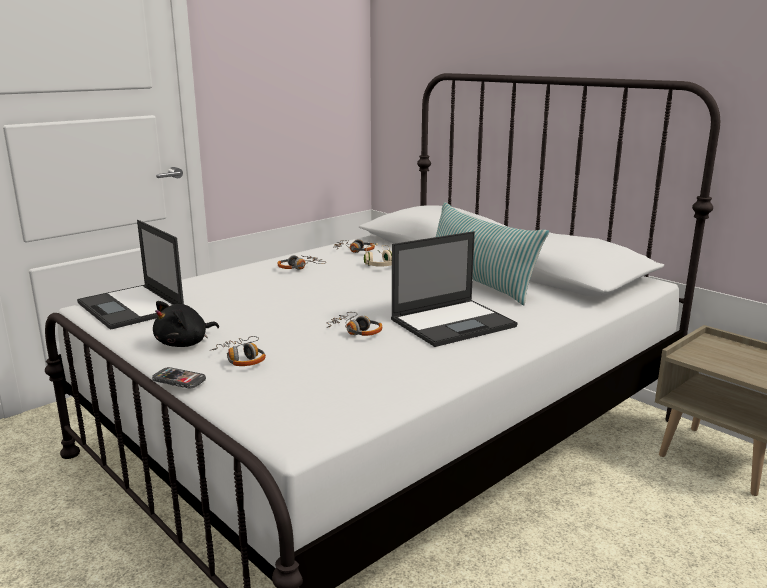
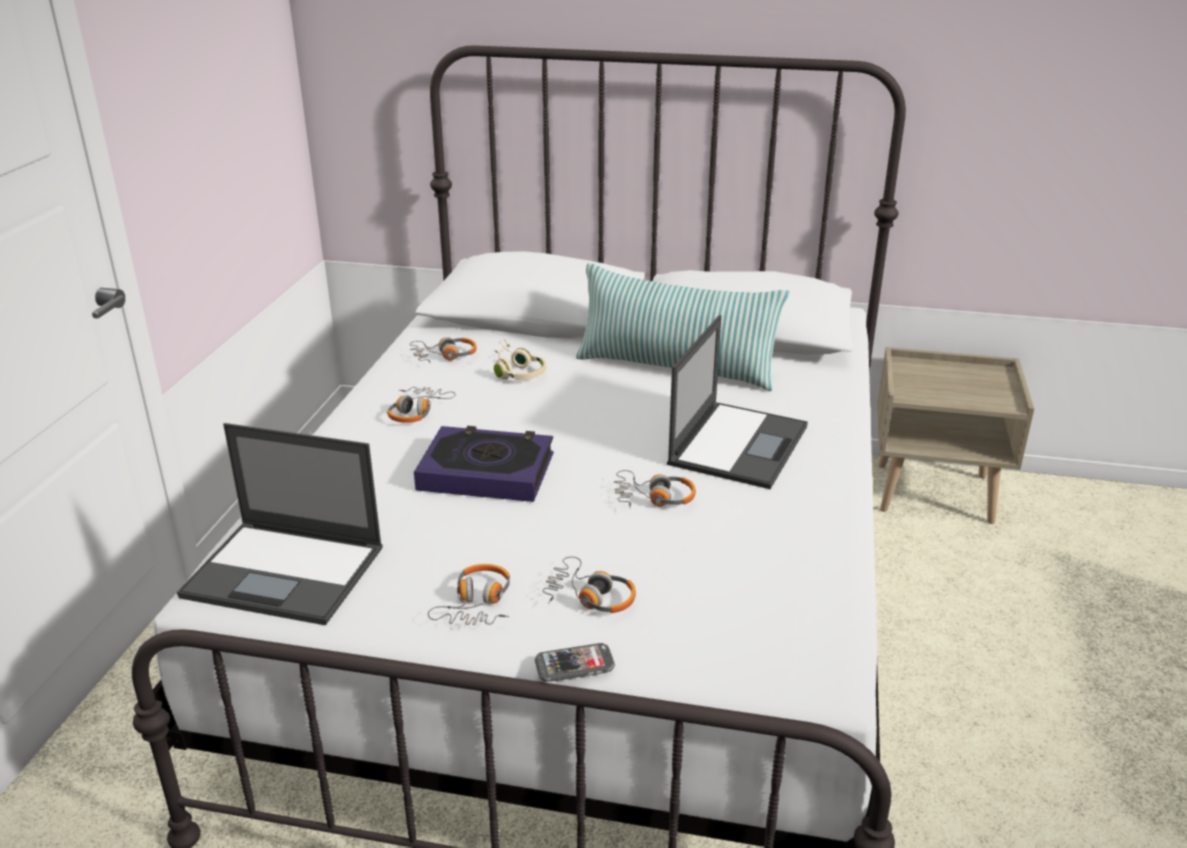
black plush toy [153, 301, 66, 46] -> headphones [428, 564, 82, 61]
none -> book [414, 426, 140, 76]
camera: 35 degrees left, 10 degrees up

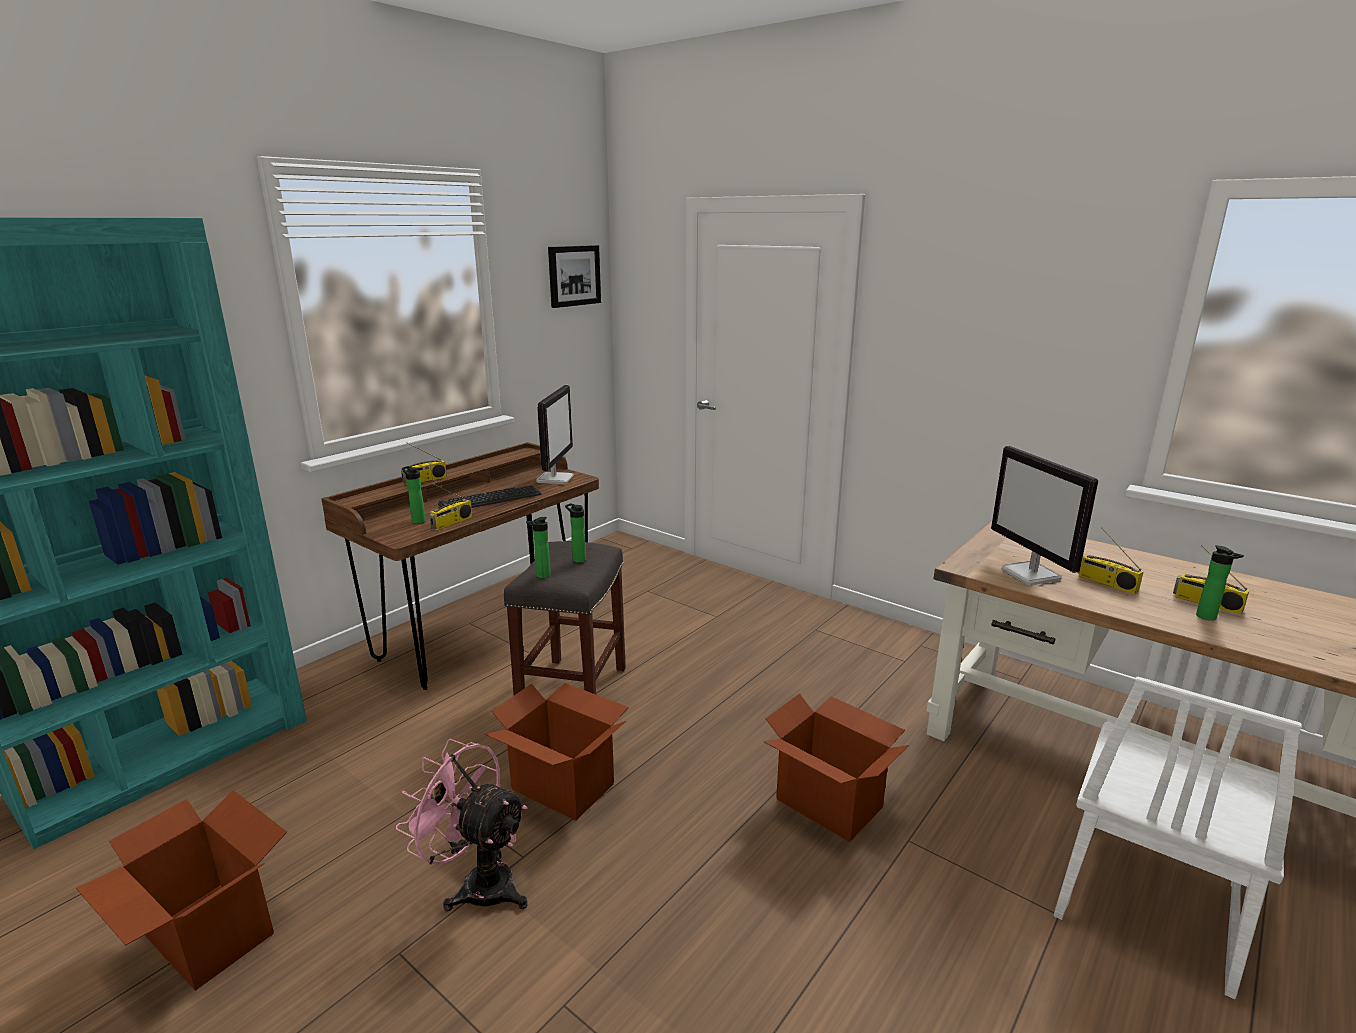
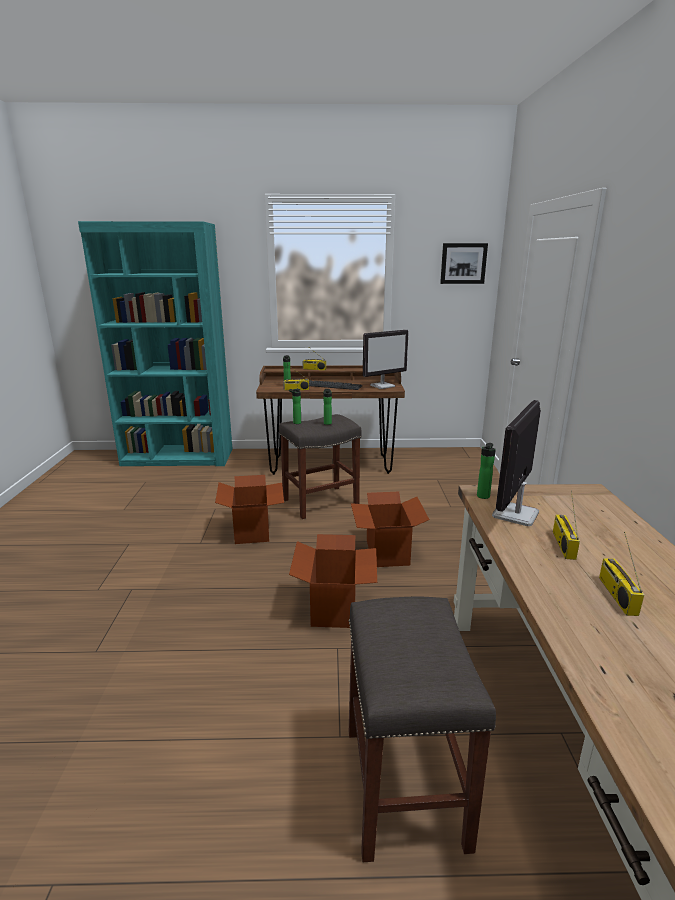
cardboard box [76, 790, 211, 201] -> cardboard box [351, 492, 79, 75], shifted
pink fan [396, 739, 132, 173] -> none
white chair [1054, 677, 248, 322] -> grey stool [349, 597, 147, 265]
bottle [1196, 545, 48, 76] -> bottle [477, 443, 19, 56], shifted
camera: 50 degrees right, 0 degrees up

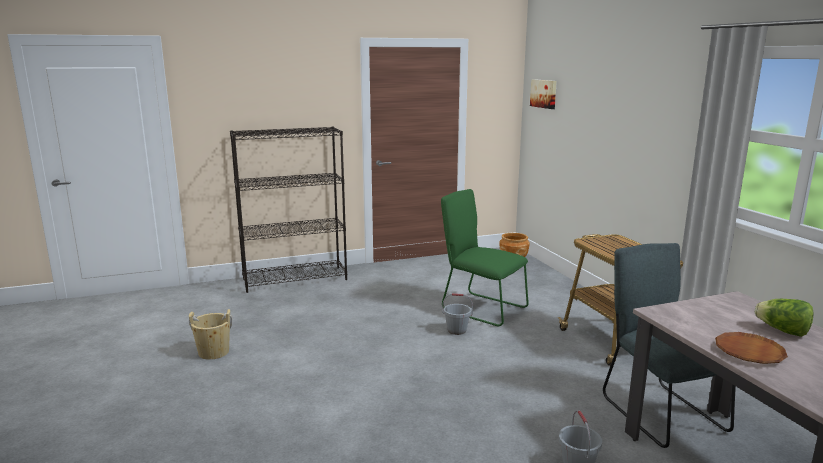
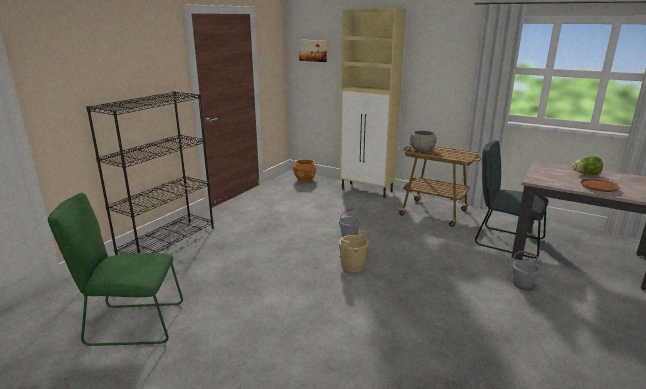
beige bucket [189, 309, 43, 51] -> beige bucket [339, 229, 30, 43], shifted
green chair [441, 189, 88, 137] -> green chair [48, 193, 135, 153], shifted
none -> beige cabinet [340, 8, 66, 190]
none -> grey bowl [410, 131, 26, 21]
camera: 40 degrees left, 5 degrees up

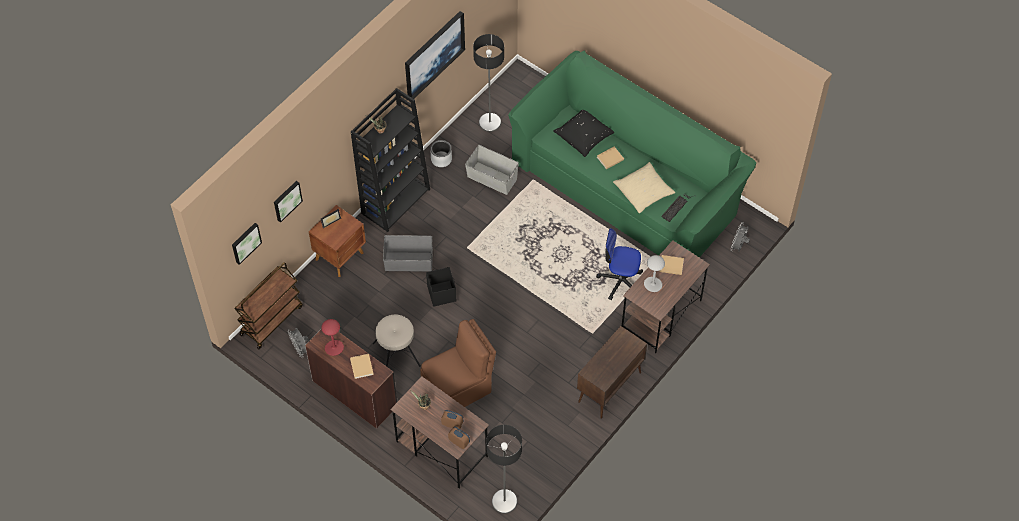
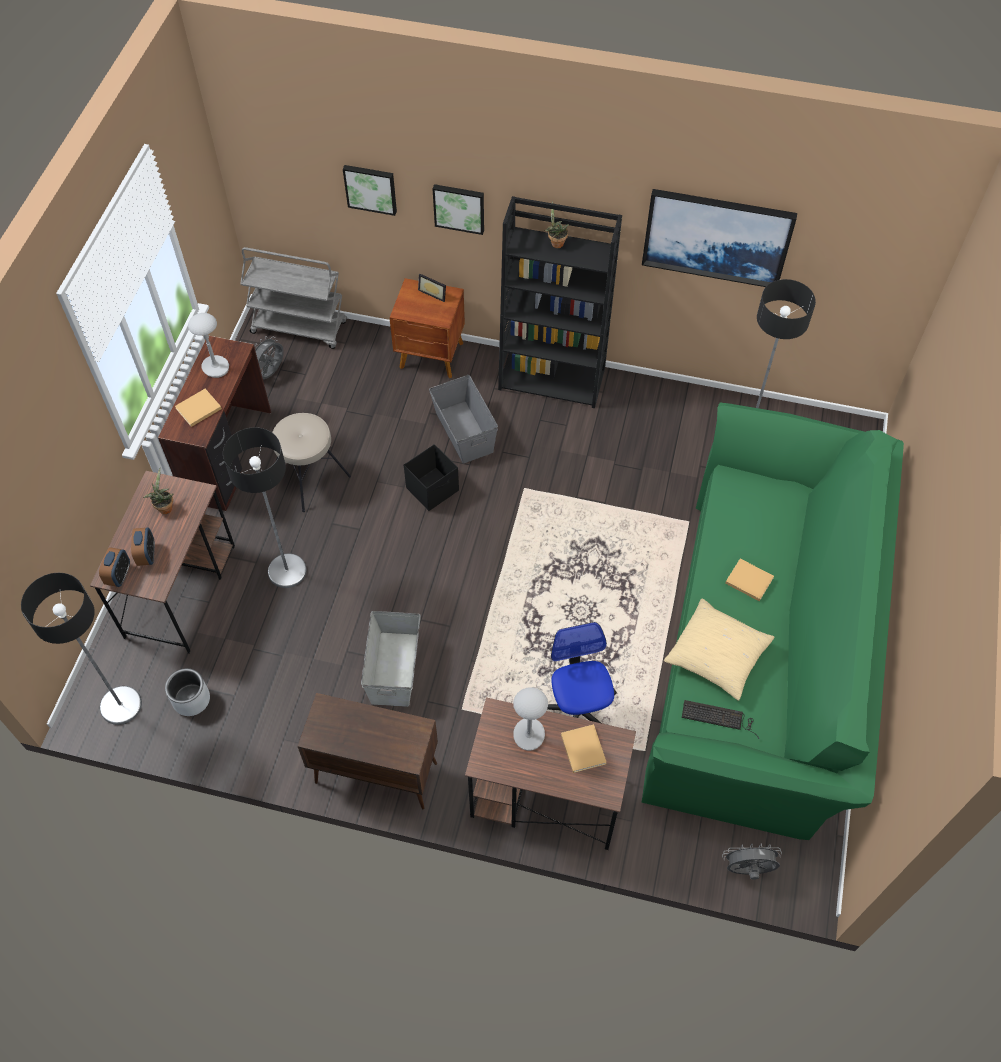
picture [232, 223, 30, 42] -> picture [433, 184, 51, 51], shifted
brown cart [234, 262, 69, 87] -> grey cart [240, 247, 107, 102]
red table lamp [321, 319, 23, 37] -> grey table lamp [188, 313, 41, 65]
brown chair [420, 319, 76, 88] -> floor lamp [223, 427, 84, 161]
grey planter [430, 140, 22, 27] -> grey planter [165, 668, 45, 48], shifted
grey storage box [465, 145, 54, 50] -> grey storage box [361, 611, 60, 96], shifted
black pillow [553, 110, 61, 47] -> none
camera: 65 degrees right, 0 degrees up

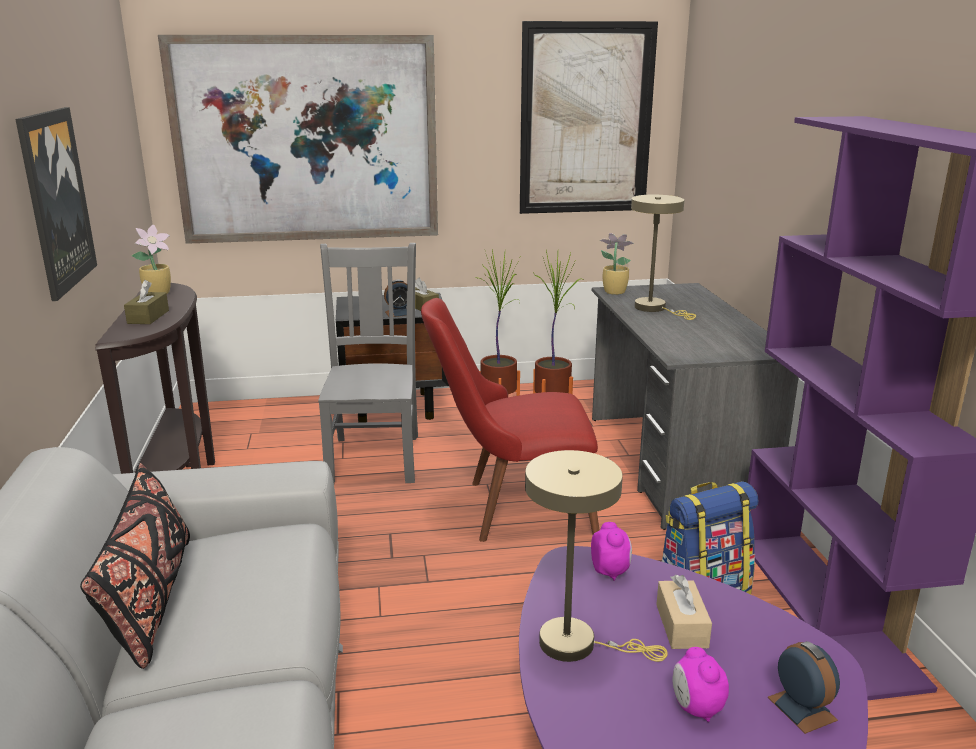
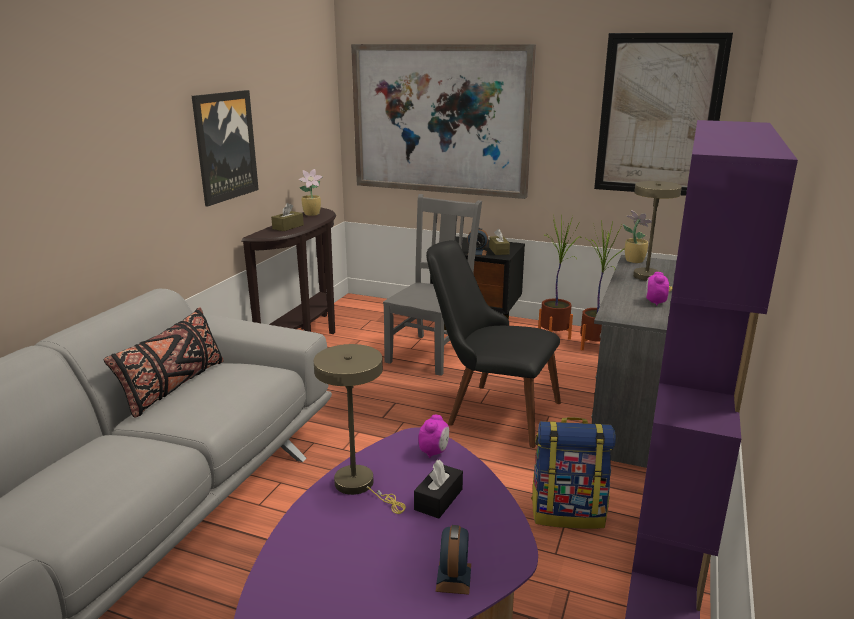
red chair [421, 298, 178, 244] -> black chair [426, 240, 135, 208]
beige tissue box [656, 575, 56, 74] -> black tissue box [414, 460, 49, 59]
alarm clock [672, 647, 57, 75] -> alarm clock [646, 272, 23, 33], shifted
camera: 30 degrees right, 0 degrees up

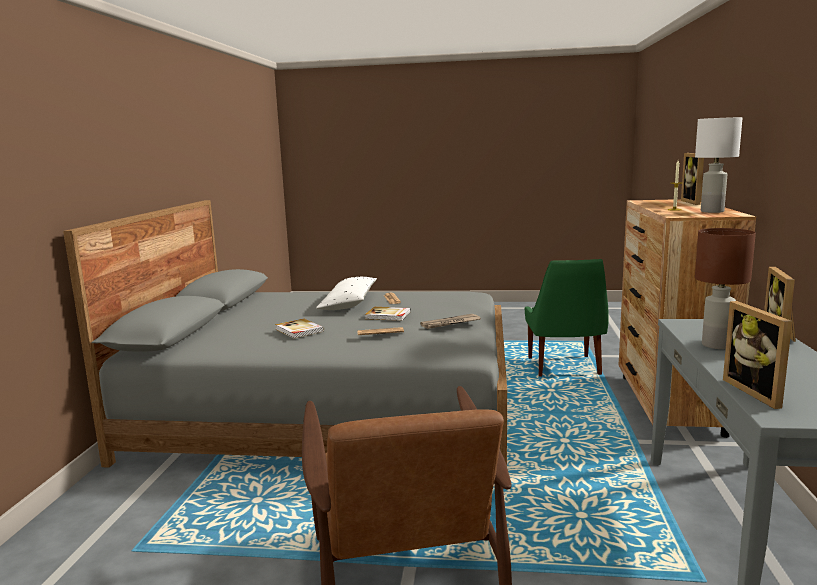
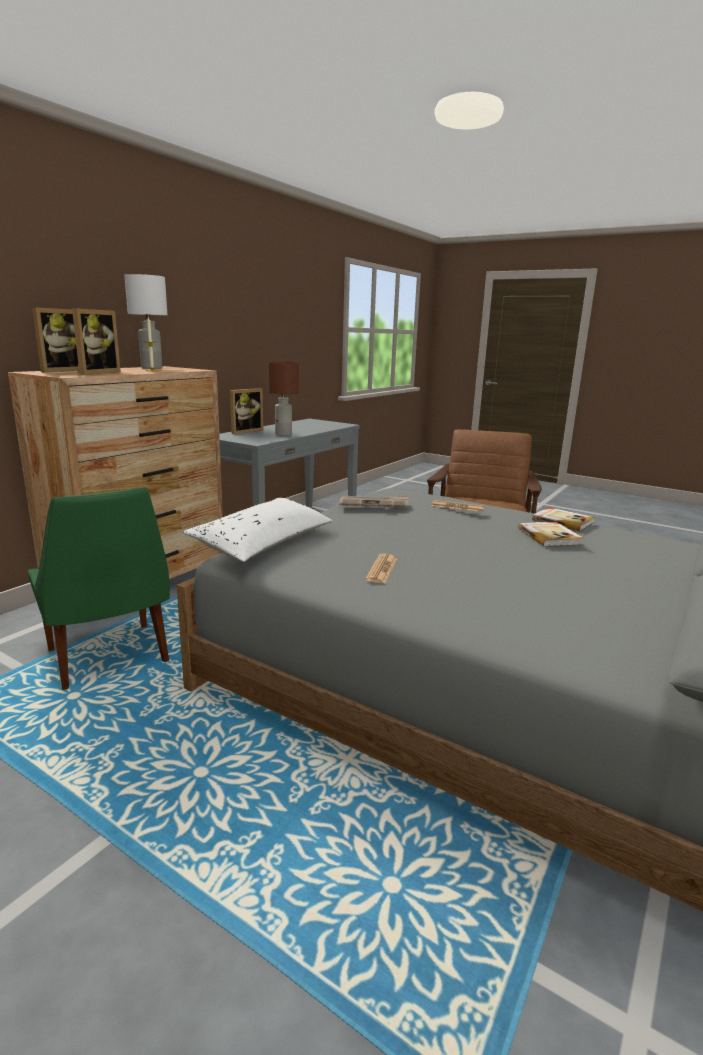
white pillow [316, 277, 61, 33] -> white pillow [183, 498, 150, 64], shifted
book [365, 307, 46, 14] -> book [532, 507, 63, 24], shifted
green chair [525, 259, 84, 118] -> green chair [28, 487, 142, 203], 120 degrees clockwise
picture frame [723, 301, 69, 108] -> picture frame [72, 308, 49, 67], shifted
camera: 155 degrees left, 5 degrees up

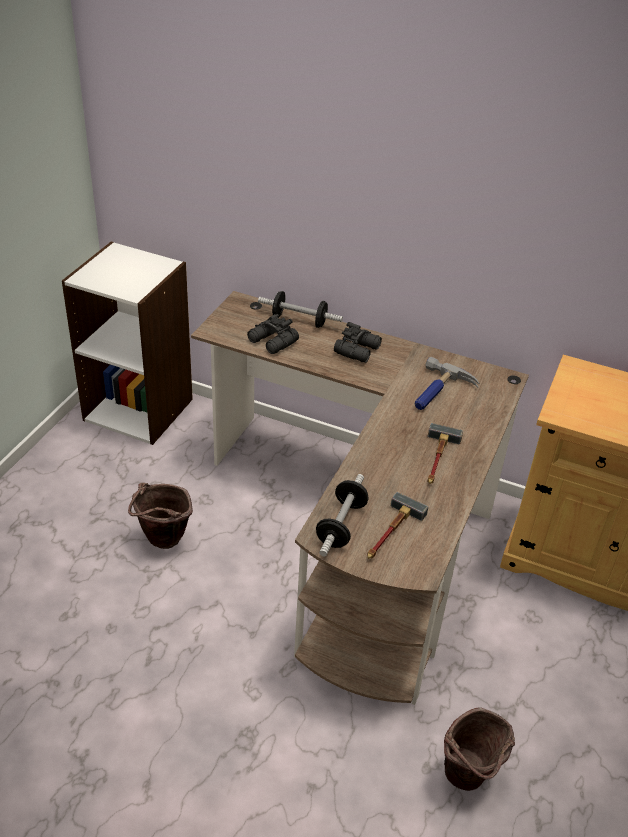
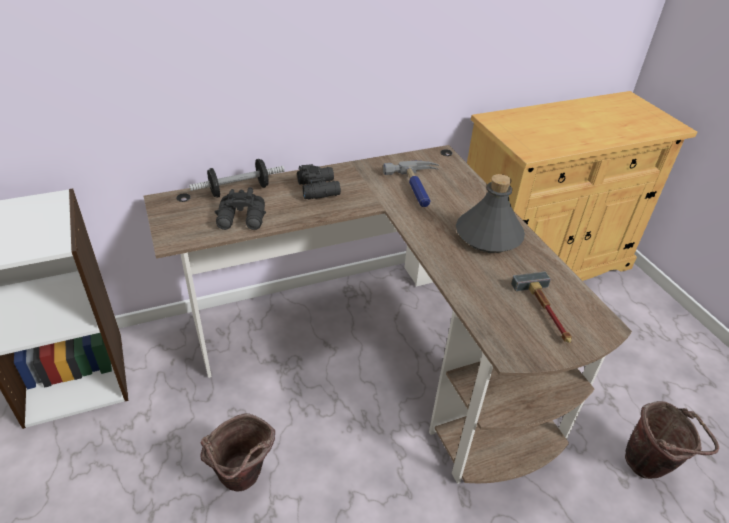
dumbbell [316, 474, 53, 83] -> none
hammer [427, 423, 36, 61] -> grey bottle [456, 174, 69, 79]
camera: 45 degrees left, 0 degrees up

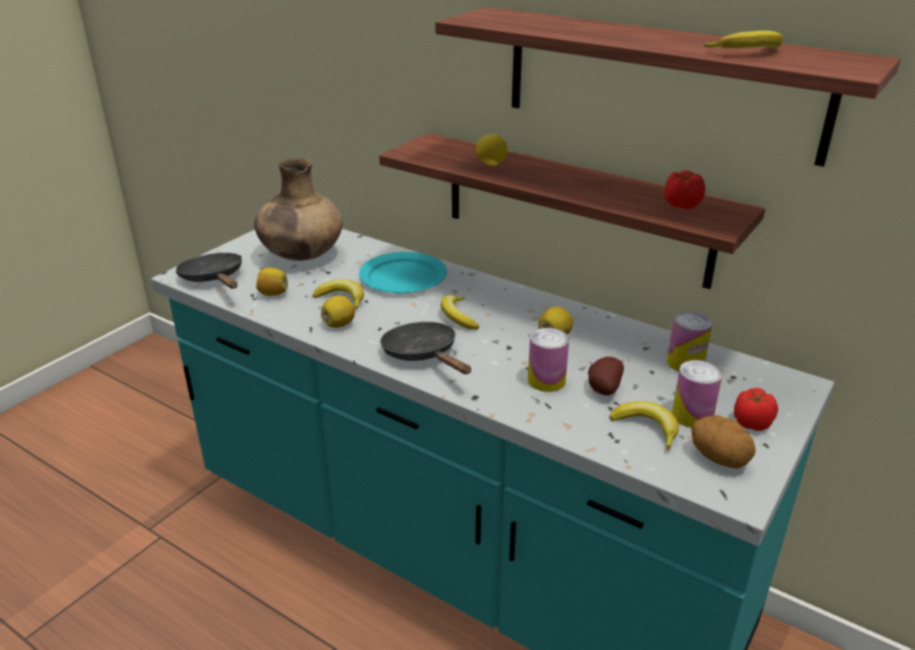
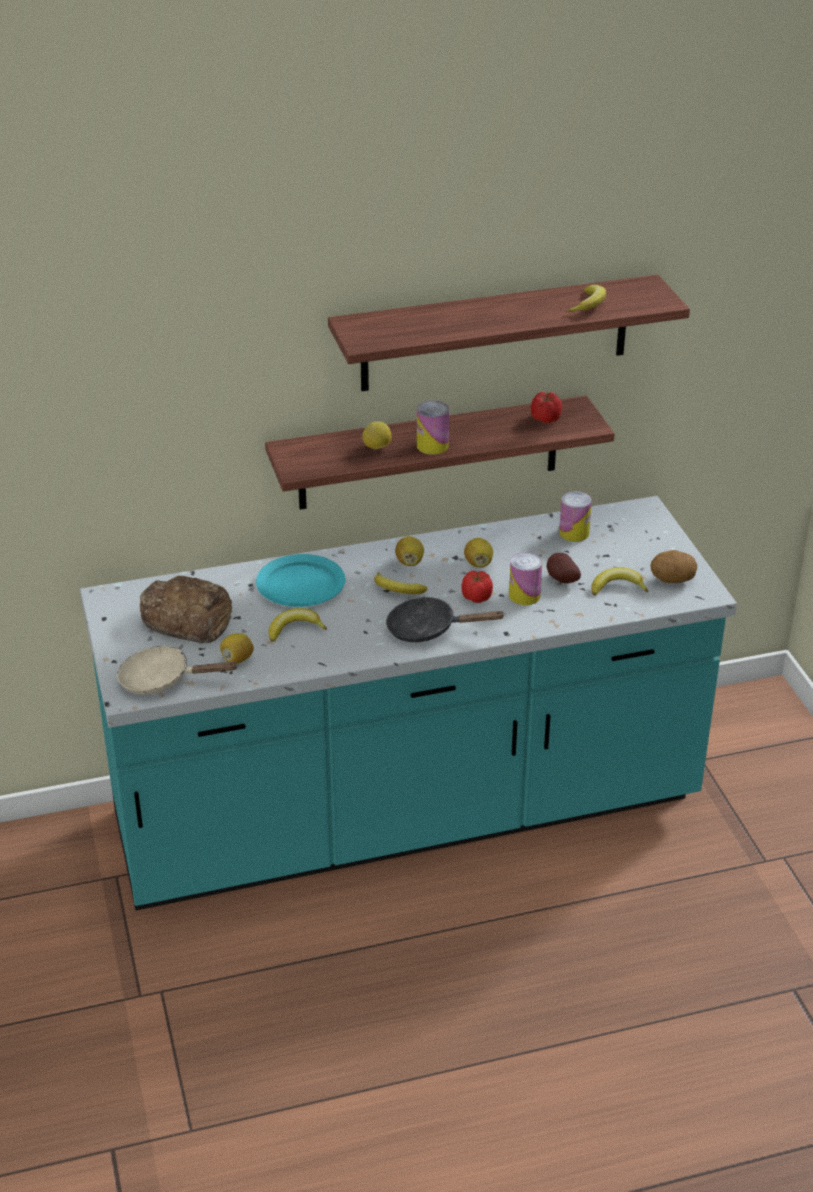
black frying pan [176, 253, 66, 36] -> beige frying pan [117, 645, 122, 50]
brown vase [254, 158, 89, 103] -> bread [140, 576, 92, 67]
lemon [321, 295, 34, 33] -> lemon [395, 536, 29, 30], shifted
can [672, 360, 51, 68] -> can [417, 401, 32, 54], shifted
tomato [734, 388, 44, 43] -> tomato [461, 571, 32, 32], shifted
camera: 50 degrees left, 5 degrees up

